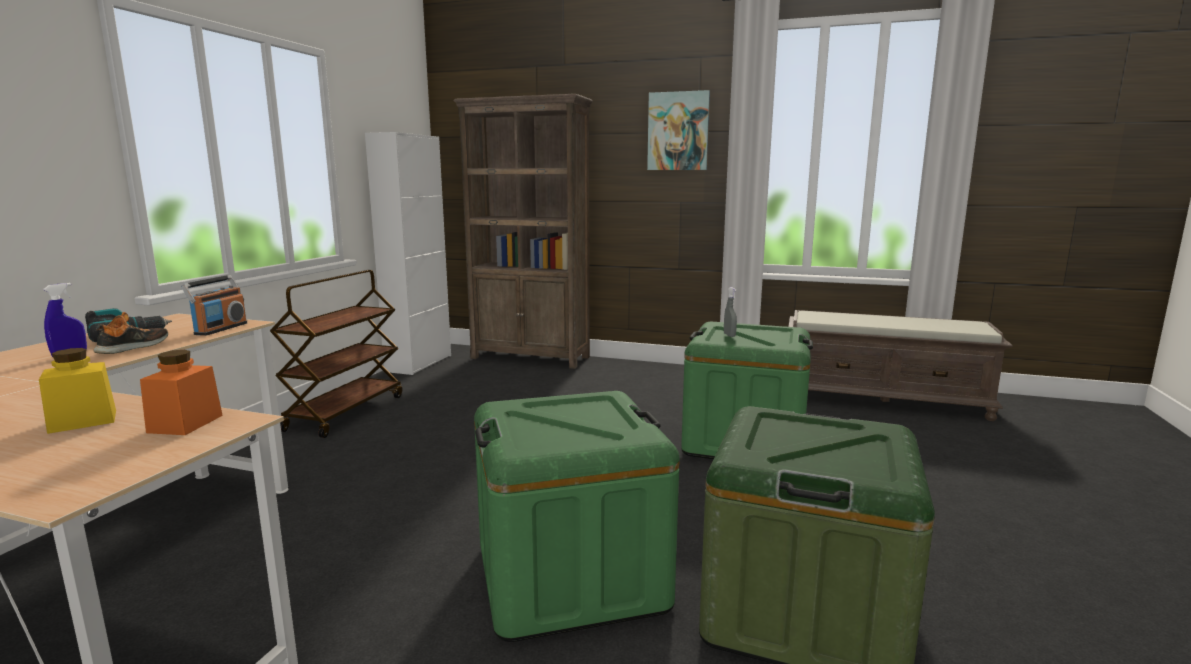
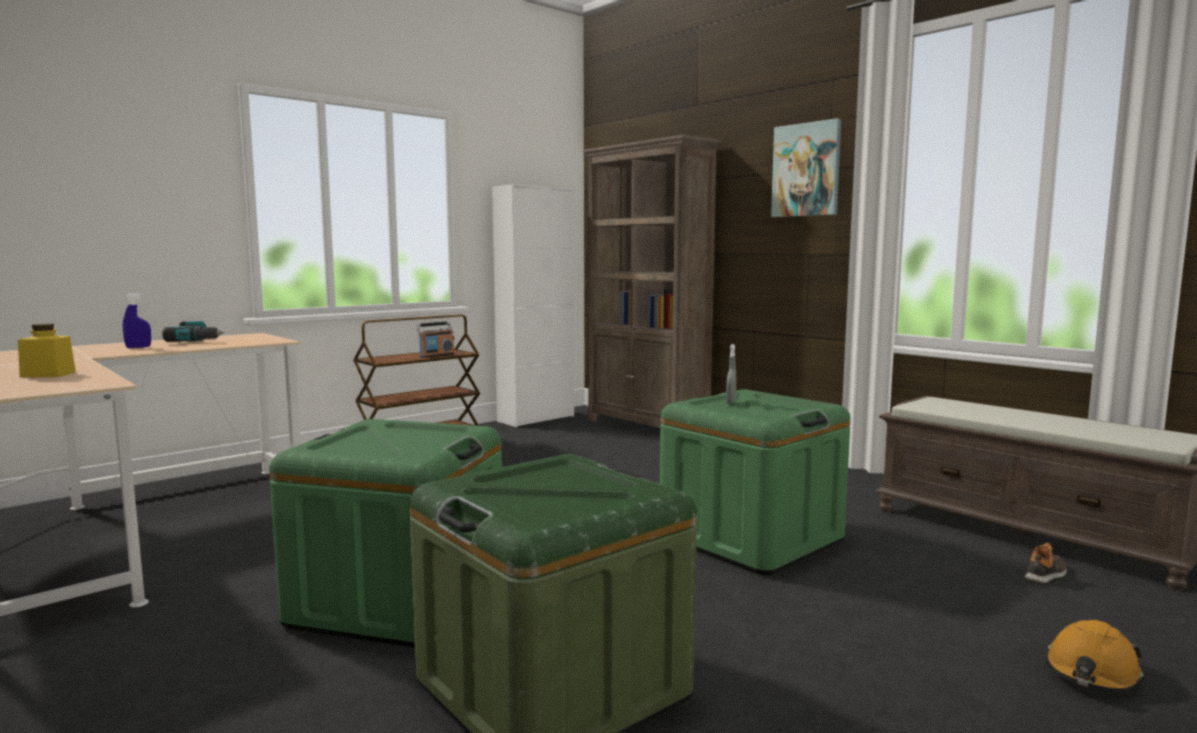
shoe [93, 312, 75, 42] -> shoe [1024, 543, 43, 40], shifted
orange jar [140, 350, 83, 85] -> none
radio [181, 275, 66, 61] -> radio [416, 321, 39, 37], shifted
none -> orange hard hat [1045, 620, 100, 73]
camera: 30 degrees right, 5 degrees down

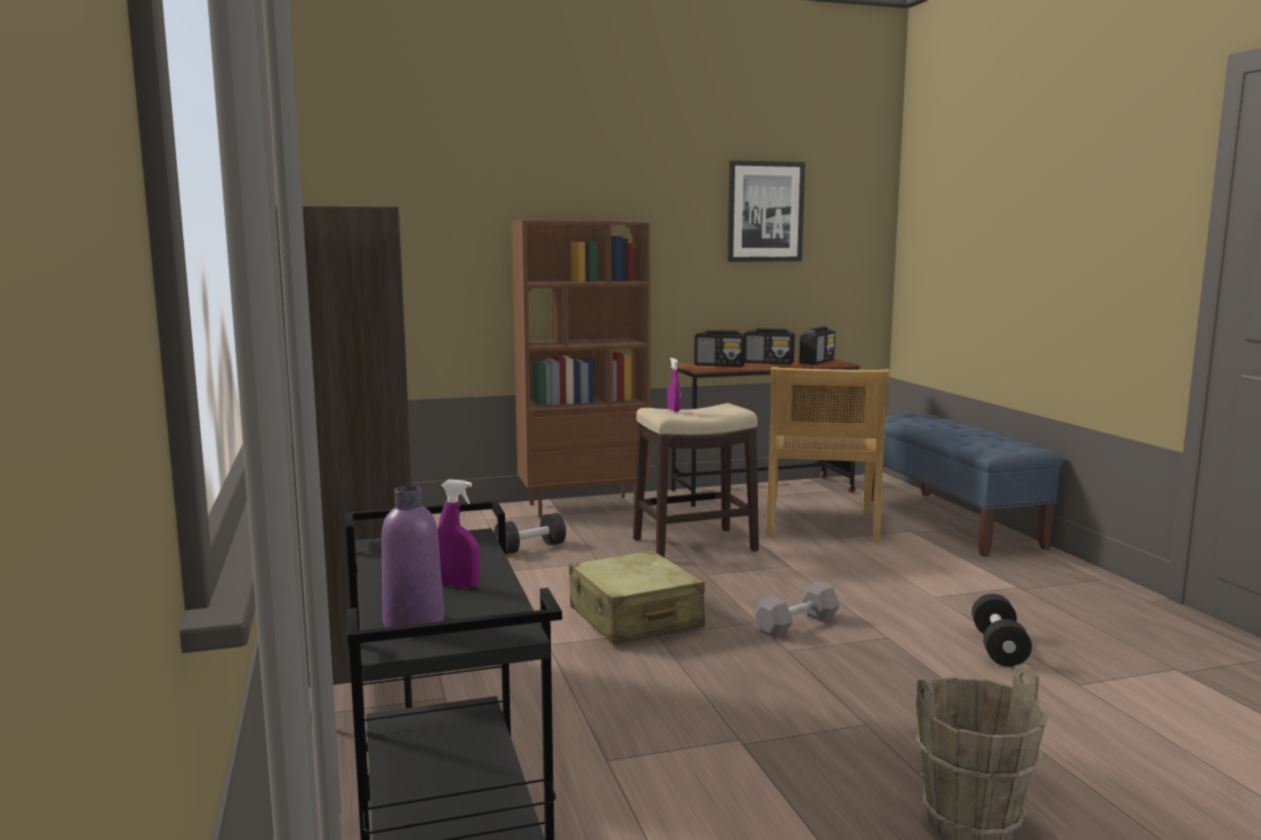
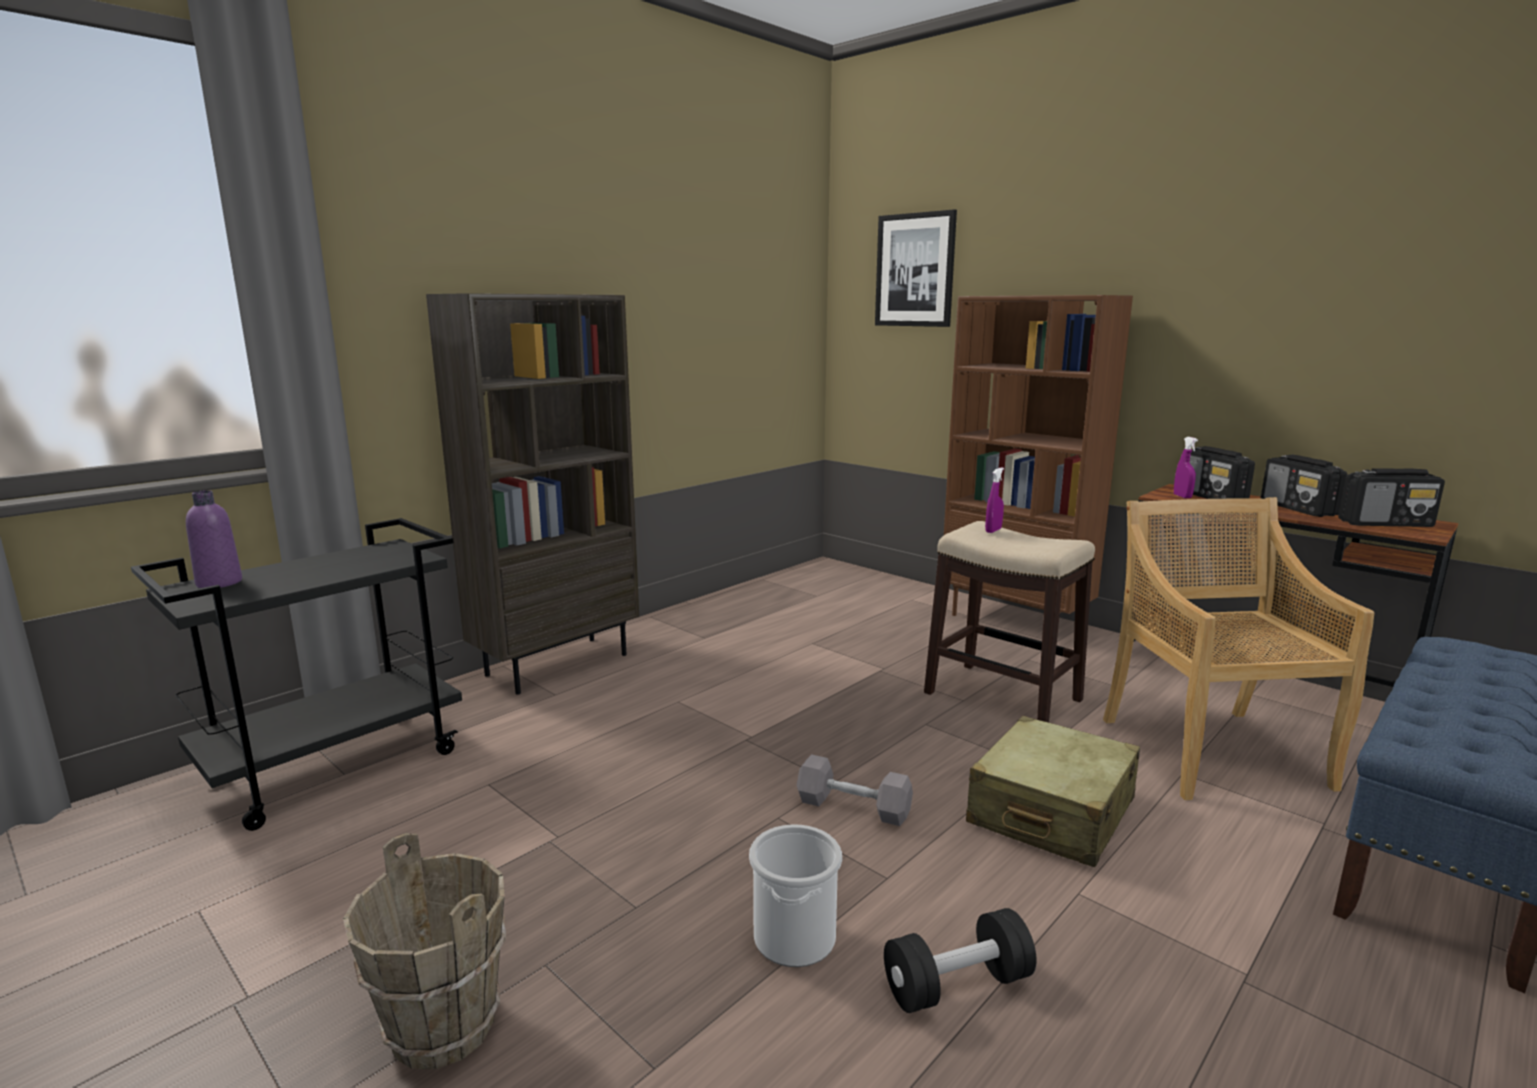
purple spray bottle [437, 479, 43, 109] -> purple spray bottle [1174, 437, 24, 61], shifted
black dumbbell [494, 513, 72, 41] -> none
beige suitcase [569, 550, 136, 95] -> beige suitcase [966, 716, 174, 151], shifted
picture [727, 160, 78, 102] -> picture [875, 209, 82, 118], shifted
beige chair [767, 367, 122, 174] -> beige chair [1103, 497, 271, 303], 105 degrees clockwise
none -> bucket [749, 824, 93, 143]
camera: 60 degrees right, 5 degrees up

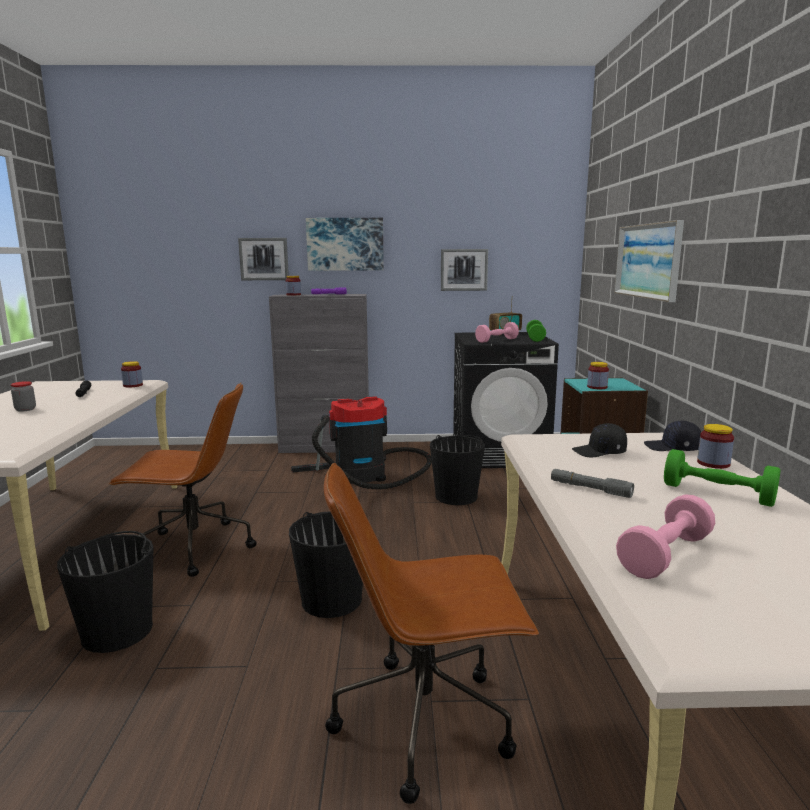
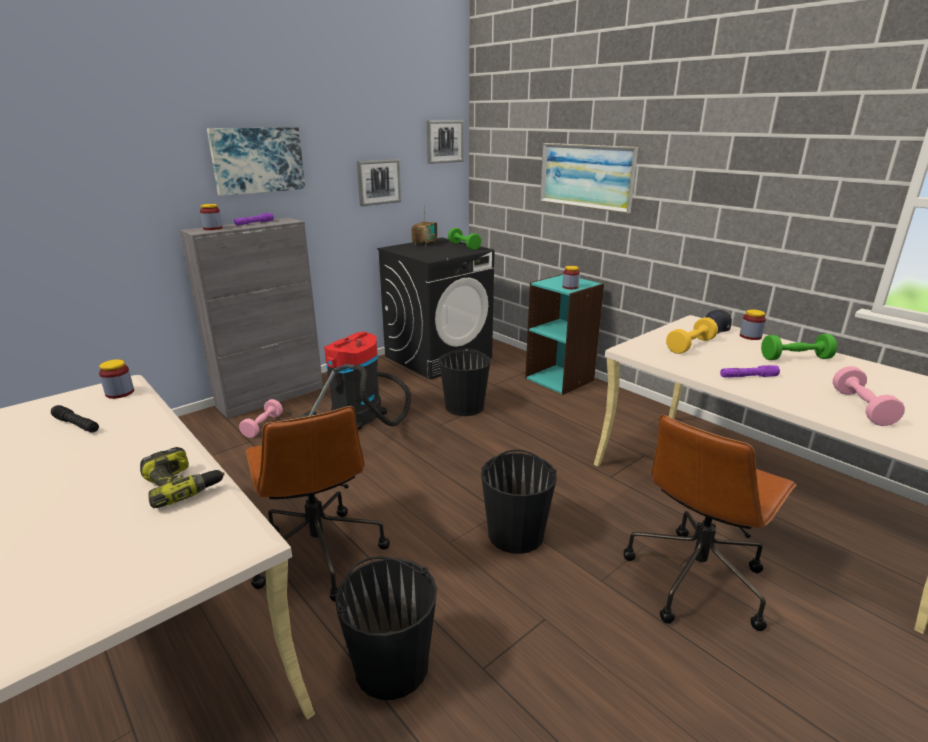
jar [11, 381, 25, 31] -> none
brown office chair [108, 382, 149, 195] -> brown office chair [246, 406, 144, 196], 105 degrees clockwise
picture [238, 238, 51, 42] -> picture [427, 120, 37, 44], shifted
pink dumbbell [475, 322, 44, 21] -> pink dumbbell [239, 399, 44, 39], shifted
grey flashlight [551, 469, 83, 29] -> purple flashlight [720, 365, 60, 13]
black cap [572, 423, 55, 34] -> yellow dumbbell [666, 317, 52, 37]
none -> power drill [140, 447, 85, 61]
camera: 40 degrees left, 10 degrees up

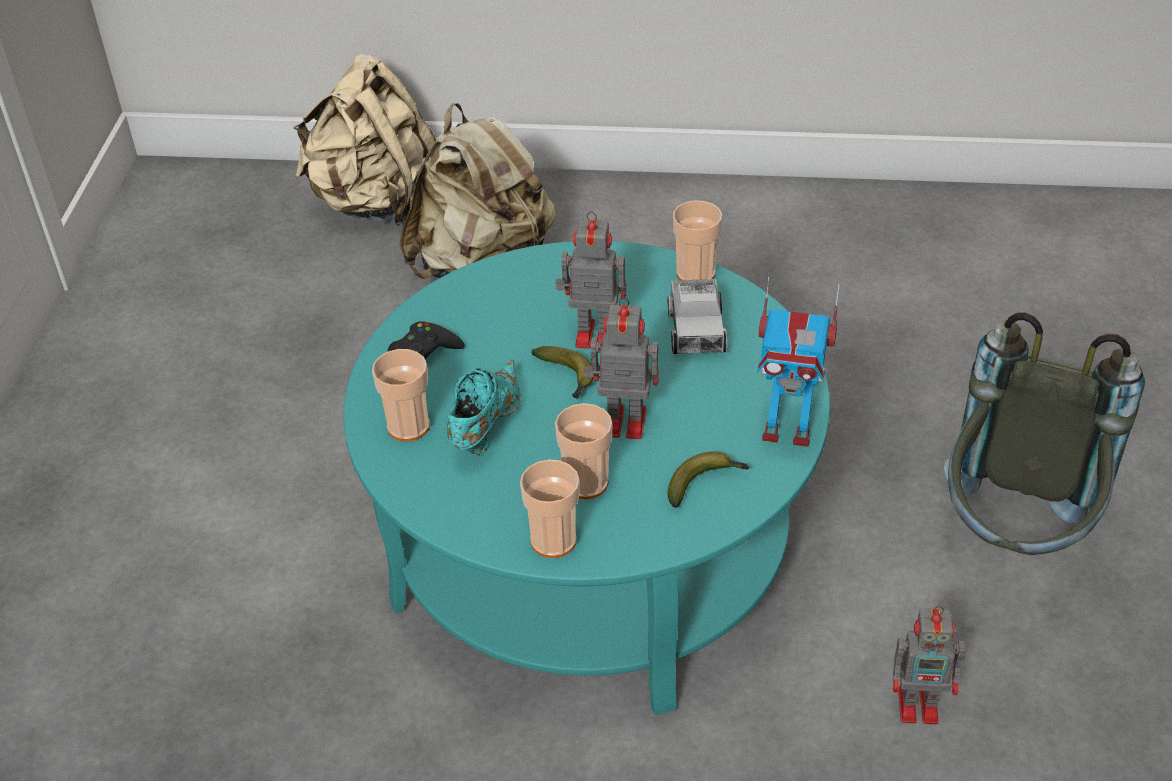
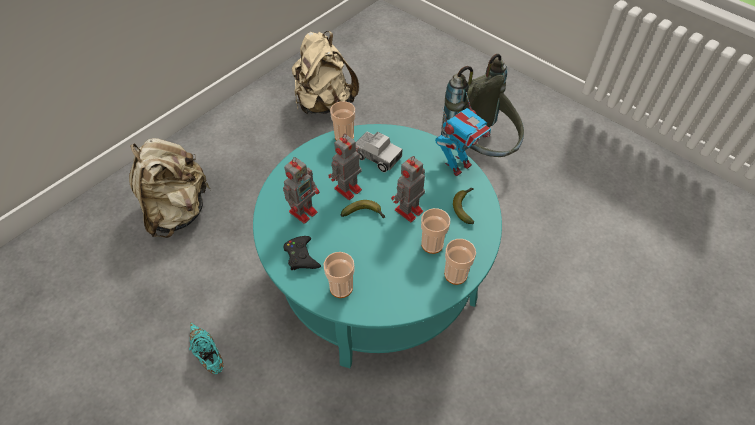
beige backpack [294, 54, 142, 172] -> beige backpack [292, 31, 67, 83], shifted
turquoise shoe [447, 360, 74, 96] -> turquoise shoe [189, 322, 35, 52], shifted
toy robot [893, 606, 73, 119] -> toy robot [283, 157, 36, 67], shifted
camera: 55 degrees left, 10 degrees up

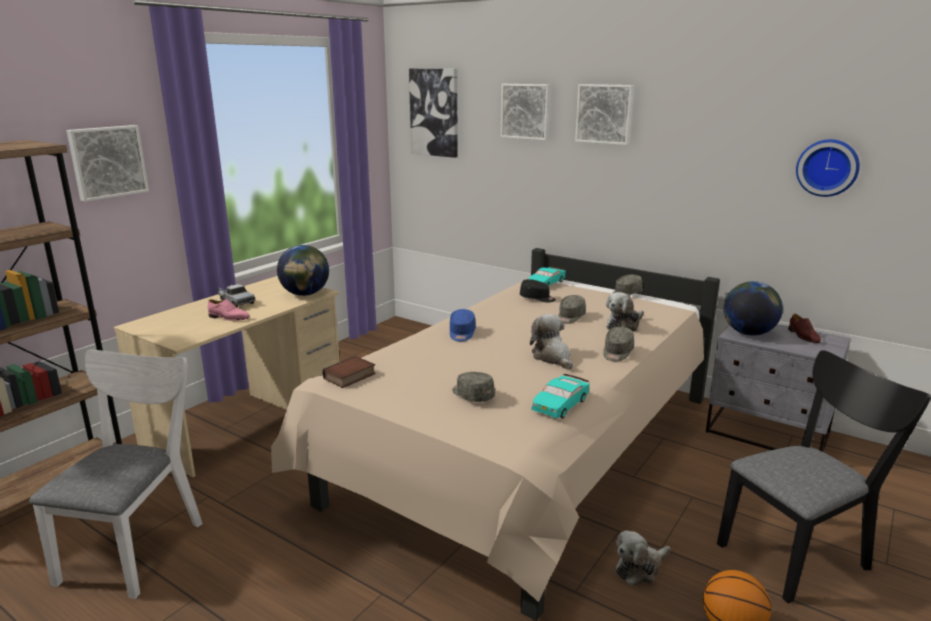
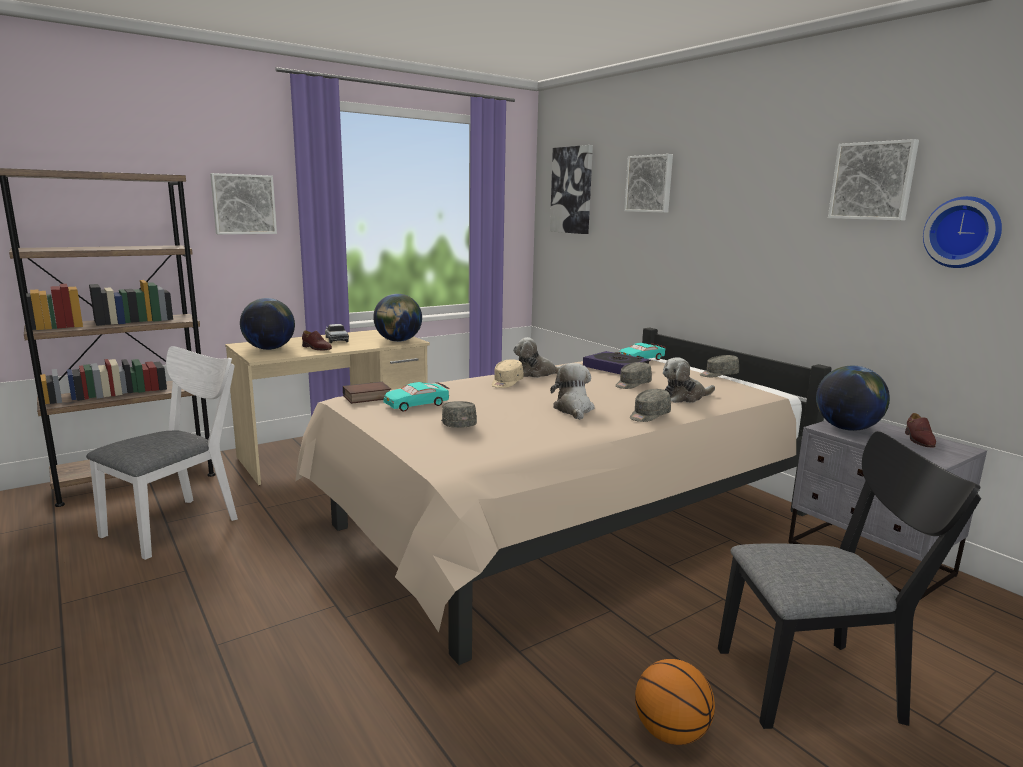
pink shoe [208, 299, 42, 22] -> brown shoe [302, 331, 30, 19]
blue cap [450, 309, 26, 33] -> beige cap [492, 359, 32, 29]
black cap [520, 279, 36, 23] -> book [583, 351, 68, 23]
turquoise toy car [531, 374, 59, 44] -> turquoise toy car [383, 382, 66, 29], shifted
picture [575, 84, 59, 61] -> picture [828, 139, 91, 82], shifted
plush toy [616, 530, 54, 56] -> plush toy [513, 337, 52, 41], shifted
none -> globe [240, 298, 55, 52]
camera: 20 degrees right, 5 degrees down

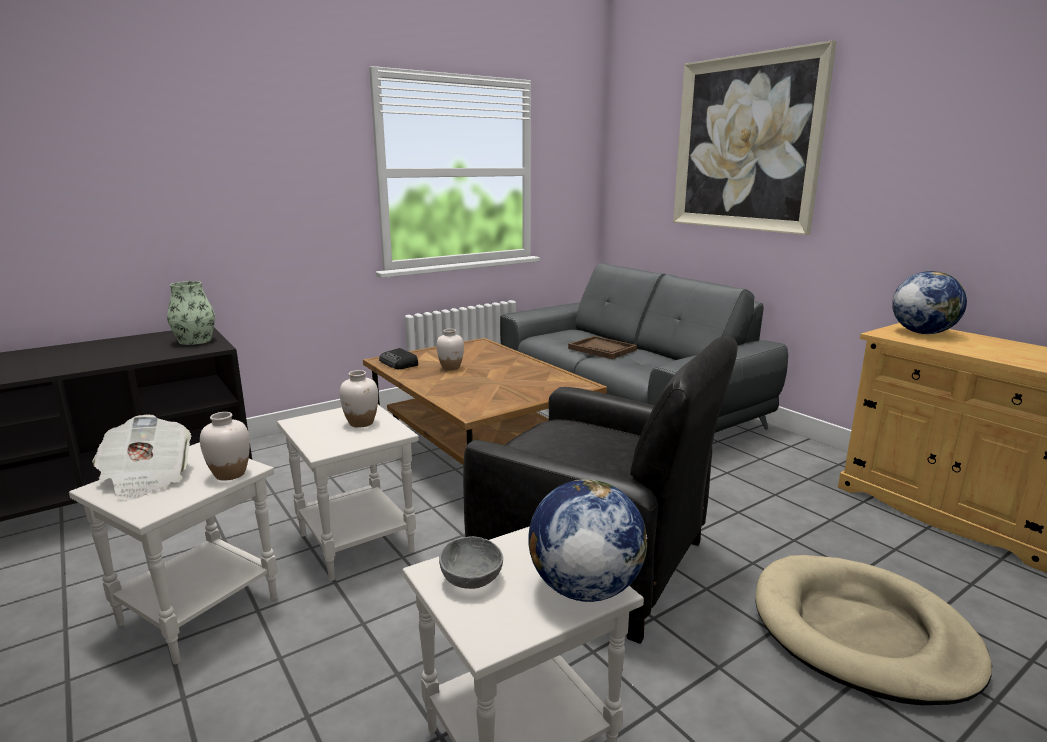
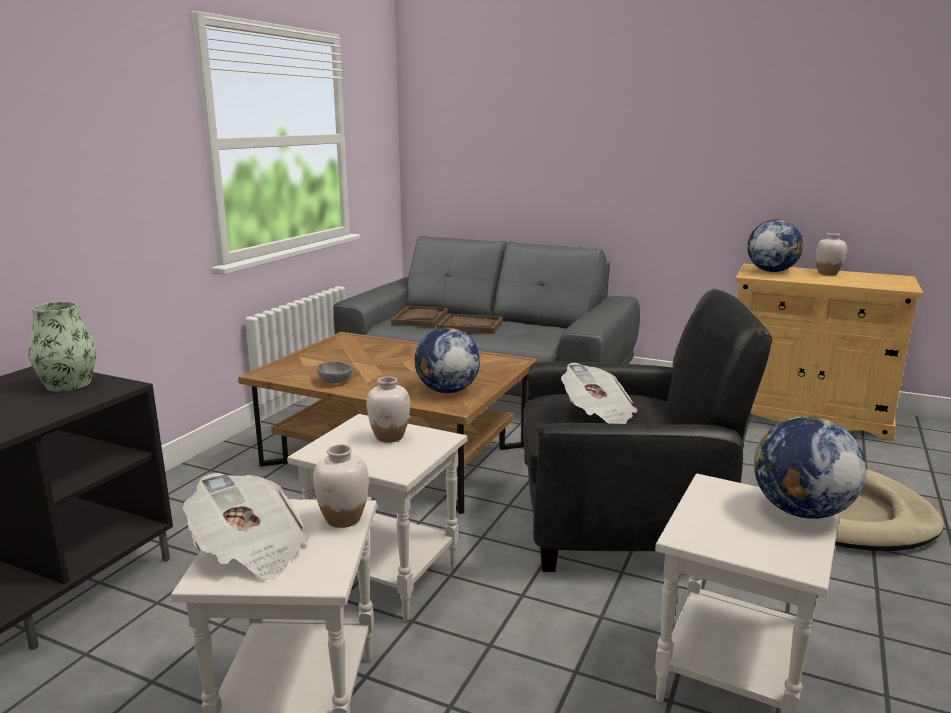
radio [379, 348, 39, 21] -> none
white vase [436, 329, 28, 41] -> white vase [816, 233, 31, 42], shifted
grey bowl [439, 536, 64, 53] -> grey bowl [317, 361, 36, 22], shifted
picture [673, 40, 164, 195] -> none
none -> brown tray [391, 306, 57, 21]
none -> globe [414, 328, 66, 65]
none -> newspaper [561, 363, 76, 61]
camera: 30 degrees left, 0 degrees up

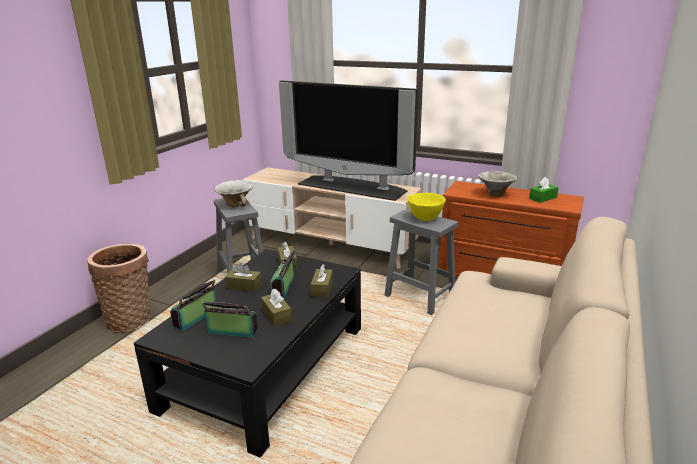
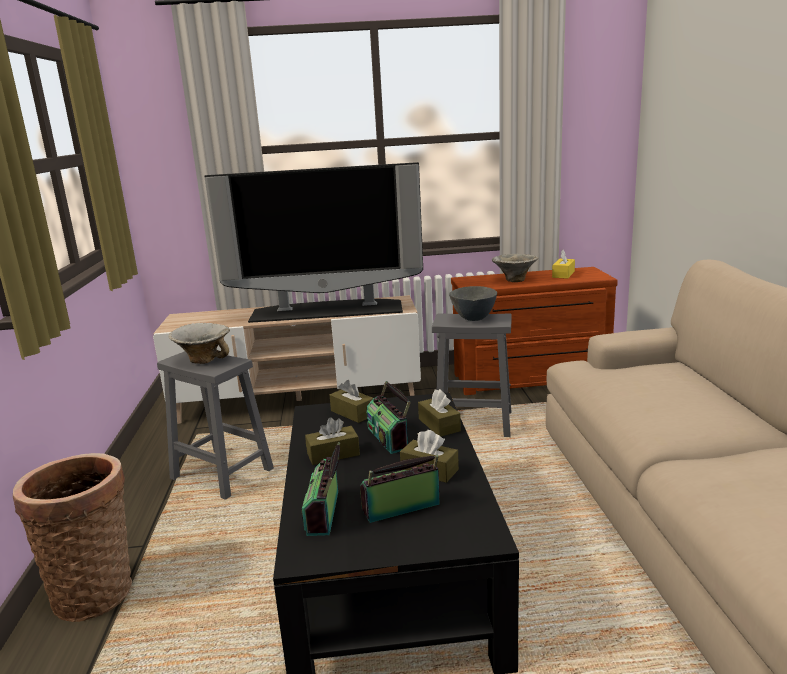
yellow bowl [408, 193, 38, 28] -> grey bowl [449, 286, 48, 35]
green tissue box [529, 177, 30, 26] -> yellow tissue box [552, 250, 23, 29]
camera: 30 degrees left, 5 degrees down

